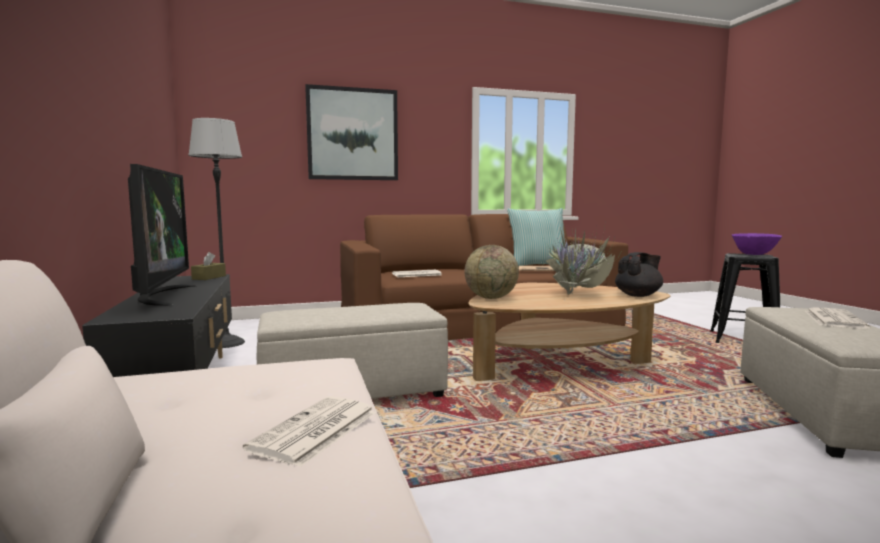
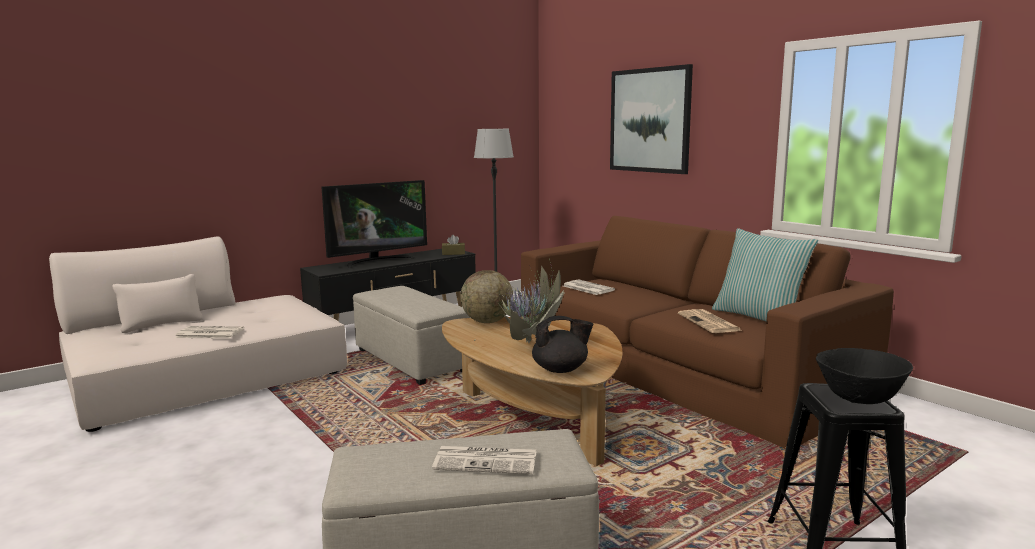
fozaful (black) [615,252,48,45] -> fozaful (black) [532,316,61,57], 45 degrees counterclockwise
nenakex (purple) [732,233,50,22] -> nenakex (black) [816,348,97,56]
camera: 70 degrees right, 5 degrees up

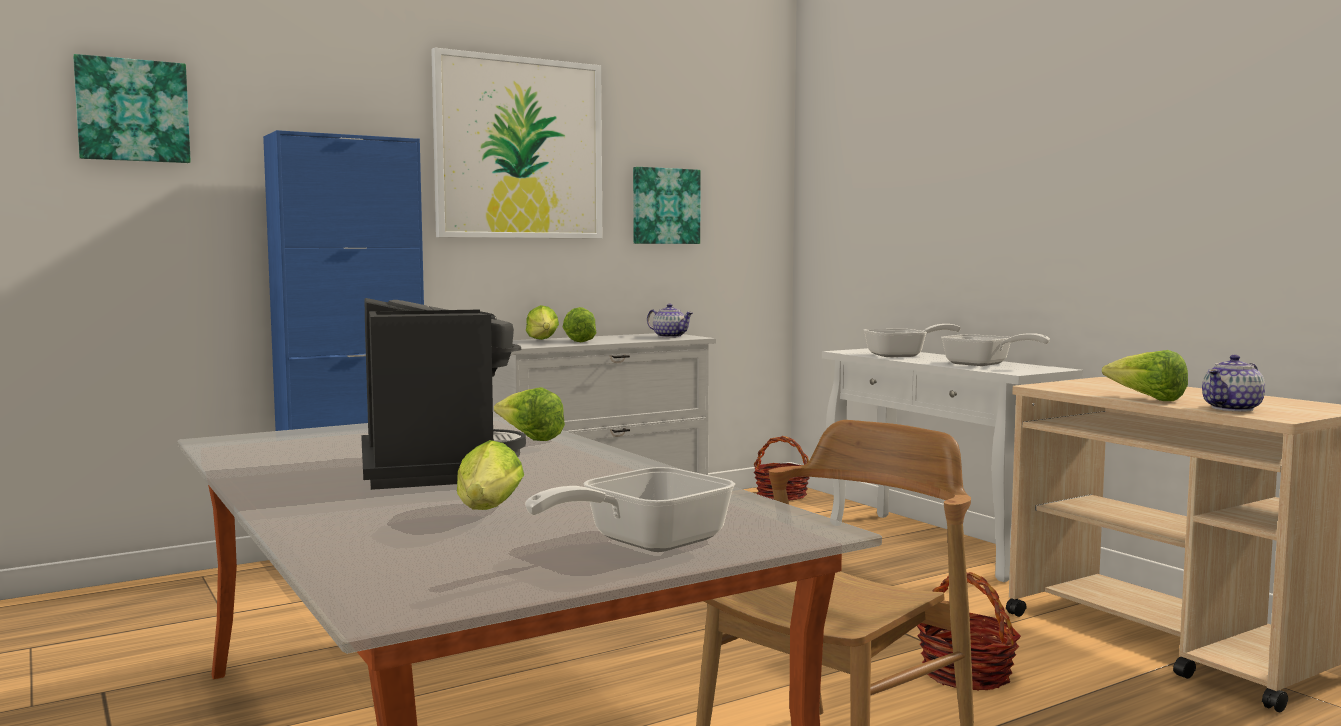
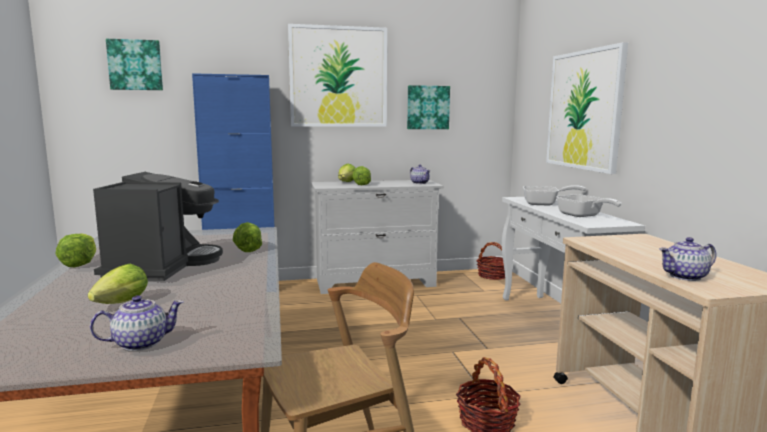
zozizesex [525,467,210,85] -> fozaful [90,295,94,56]
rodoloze [1102,350,86,51] -> rodoloze [55,233,41,34], relocated
none -> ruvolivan [546,42,82,132]
camera: 20 degrees right, 5 degrees up

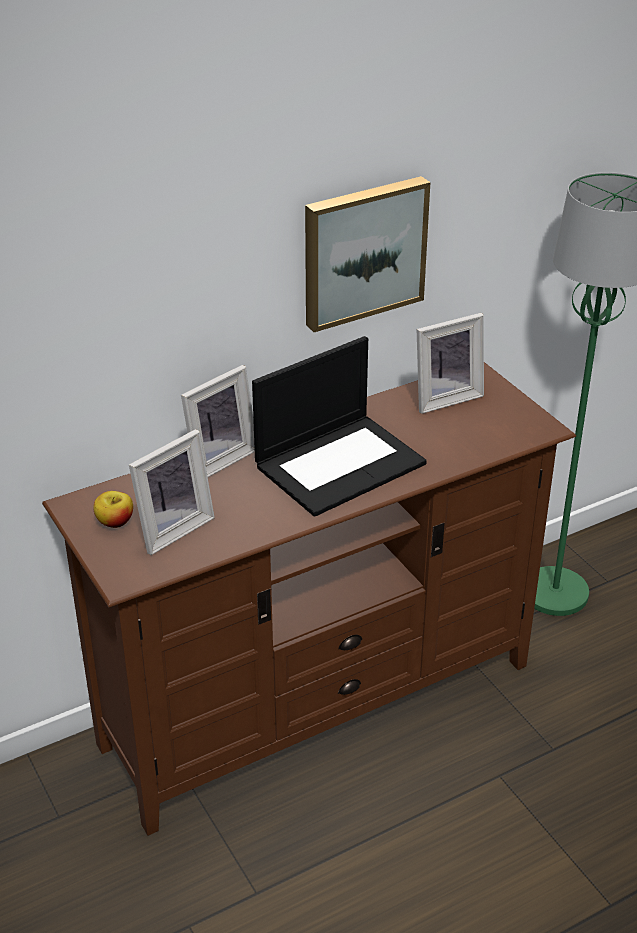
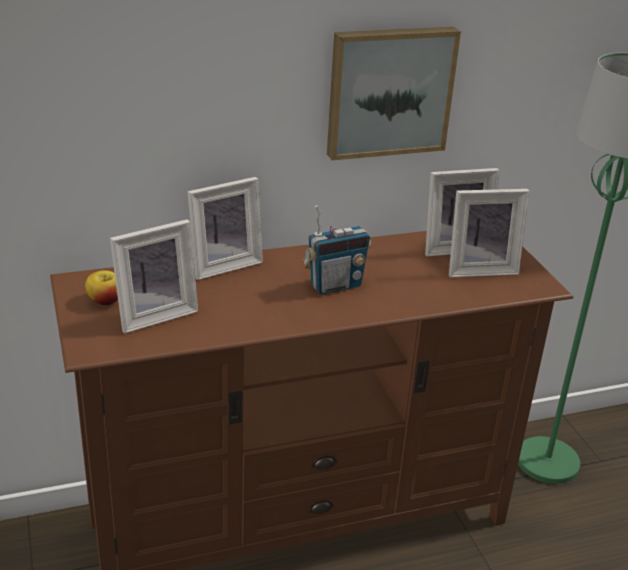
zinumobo [252,336,175,181] -> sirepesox [303,205,68,89]
none -> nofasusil [449,189,80,88]
camera: 10 degrees right, 5 degrees down

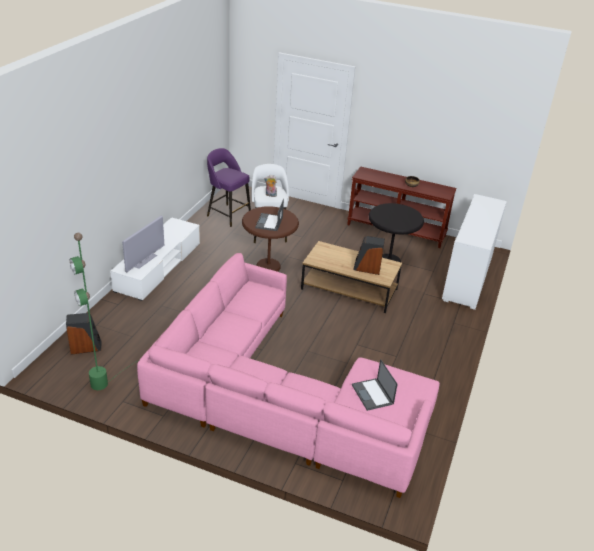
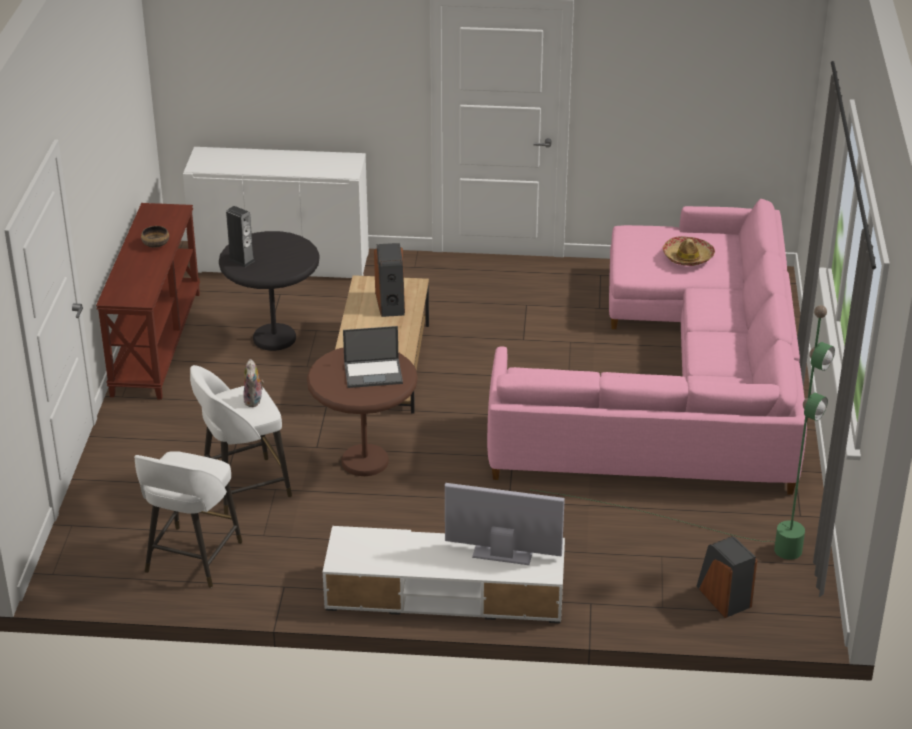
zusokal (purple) [207,148,44,79] -> zusokal (white) [134,451,108,137]
zinumobo [352,359,46,52] -> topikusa [663,236,52,30]
none -> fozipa [226,206,29,61]
camera: 105 degrees left, 0 degrees up

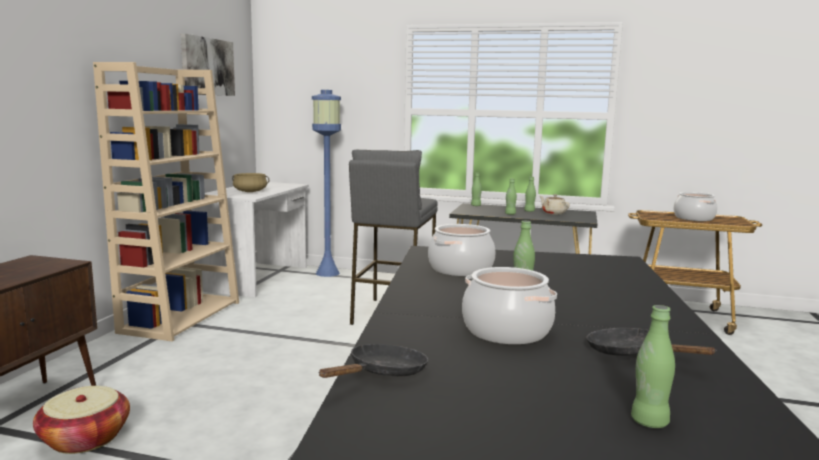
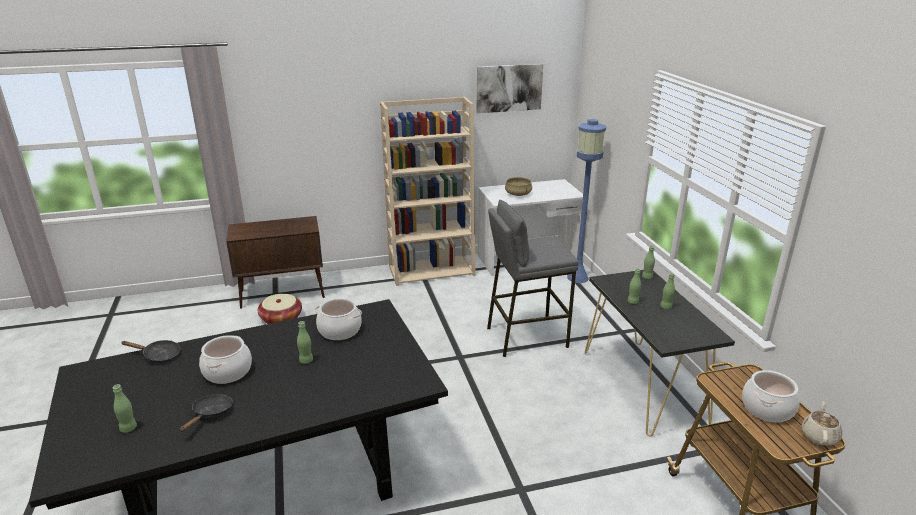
fozaful (beige) [540,194,30,20] -> fozaful (beige) [801,401,41,45], relocated
camera: 60 degrees right, 15 degrees up

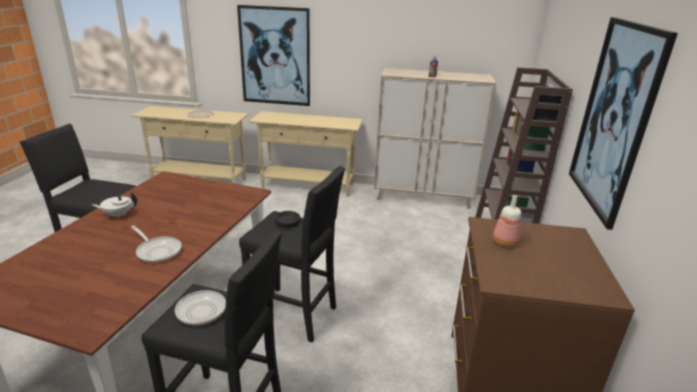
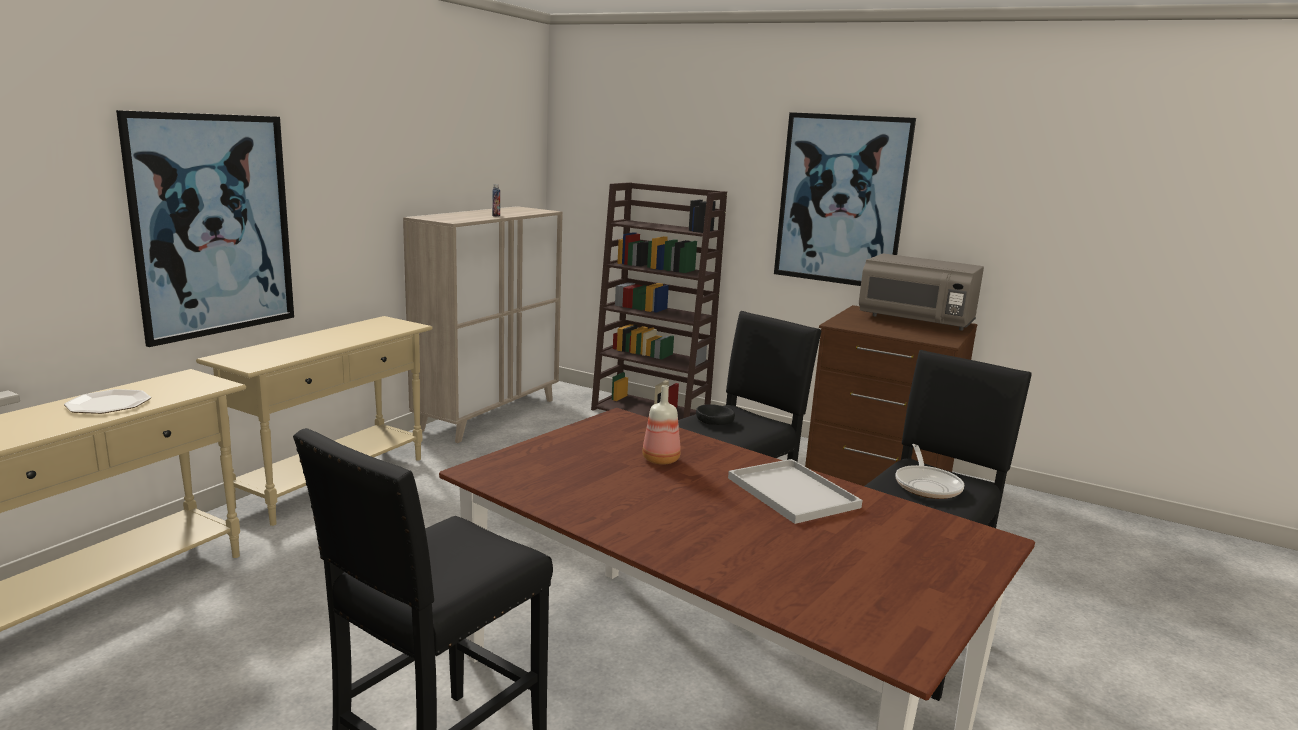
fozaful (white) [92,192,45,27] -> none
zozizesex [131,225,50,38] -> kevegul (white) [728,459,135,65]
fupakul [493,195,29,52] -> fupakul [642,385,39,80], relocated
none -> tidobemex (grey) [859,254,125,76]
camera: 70 degrees left, 10 degrees down

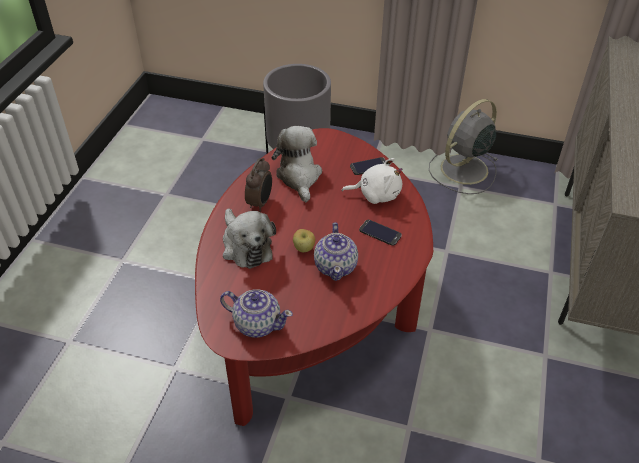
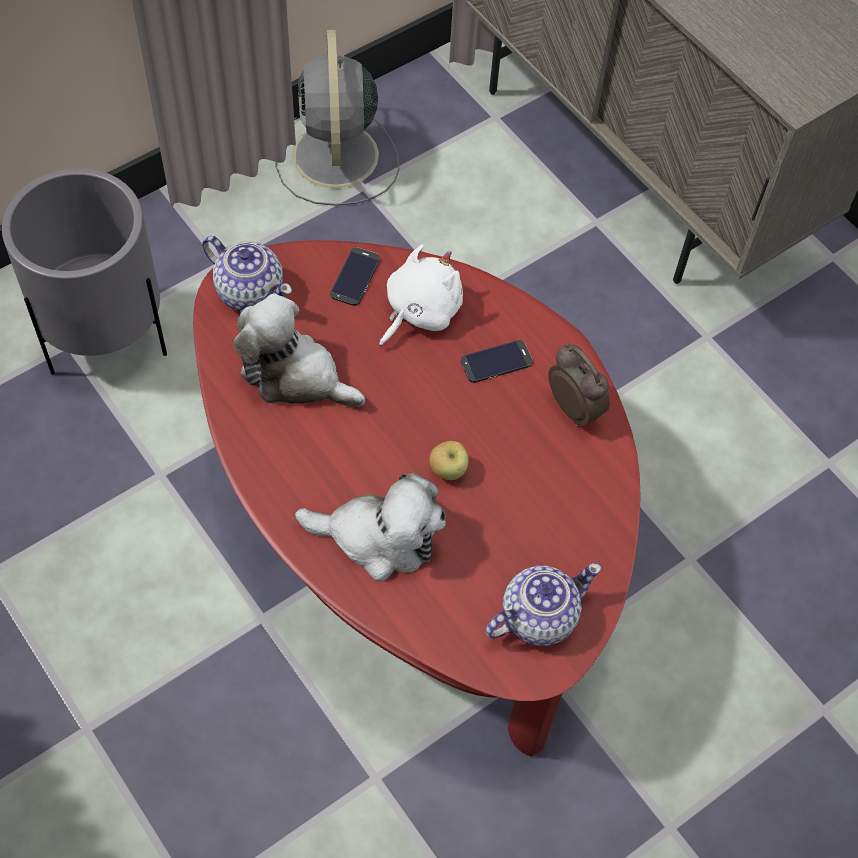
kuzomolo [245,158,27,54] -> kuzomolo [548,343,62,84], relocated
fozaful [314,222,44,59] -> fozaful [202,236,90,75], relocated
camera: 55 degrees left, 15 degrees up

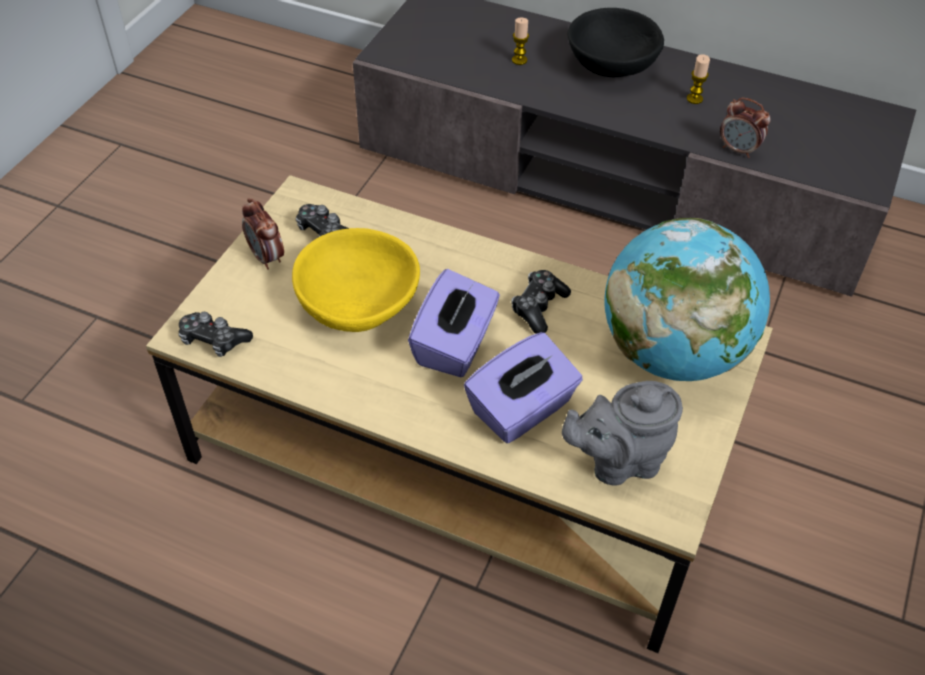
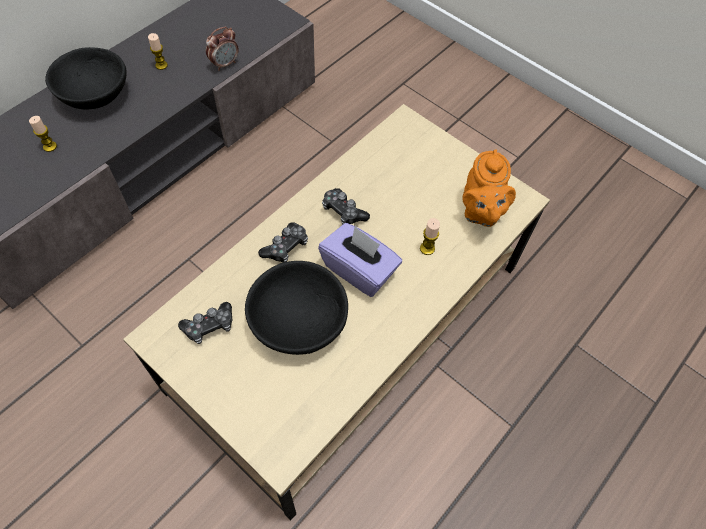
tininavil [178,312,75,45] -> tininavil [258,223,50,40], relocated
kuzomolo [242,198,42,72] -> none
nenakex (yellow) [292,228,128,104] -> nenakex (black) [245,261,103,94]
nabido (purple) [464,332,119,111] -> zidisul [420,218,20,37]
fozaful (grey) [562,381,121,105] -> fozaful (orange) [462,149,54,78]
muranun [604,218,166,163] -> none
camera: 75 degrees left, 10 degrees up

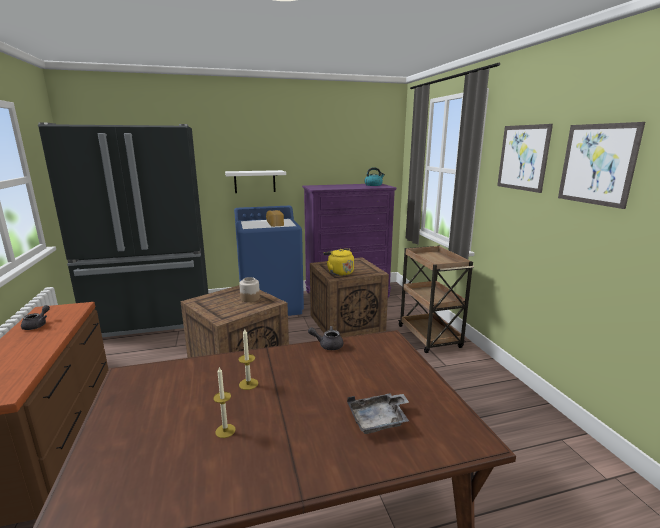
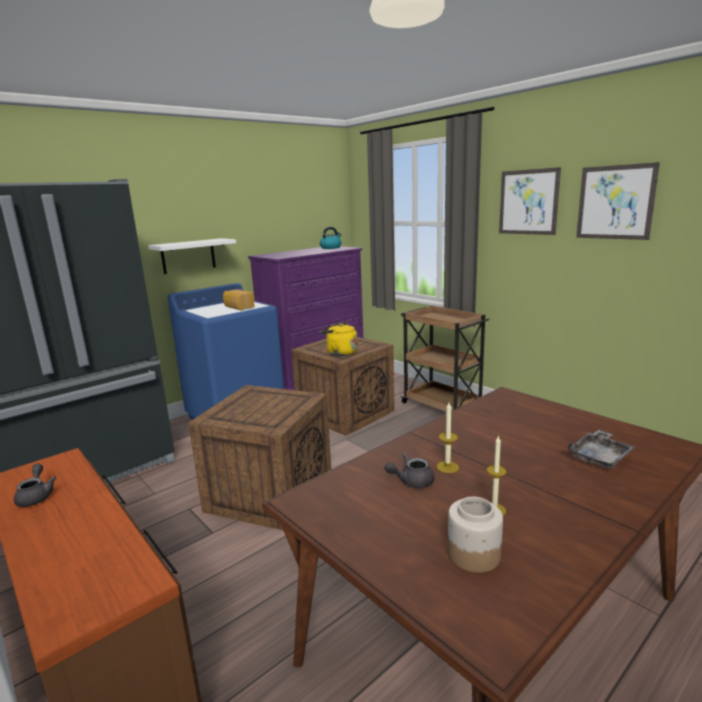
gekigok [239,277,21,25] -> gekigok [448,497,55,76], relocated
fozaful (grey) [308,326,35,24] -> fozaful (grey) [384,453,50,35], relocated
camera: 25 degrees left, 0 degrees up

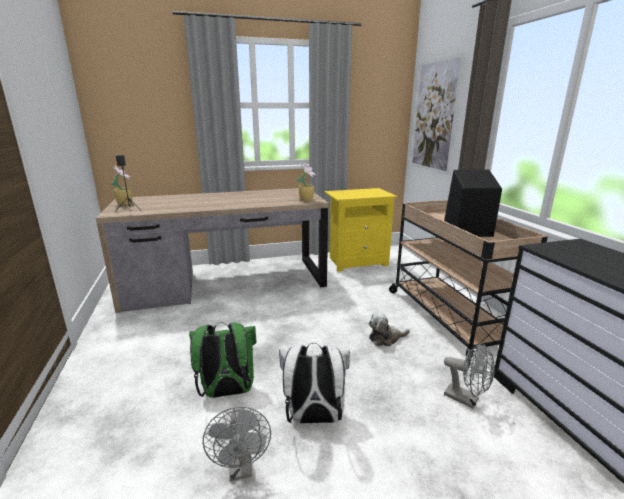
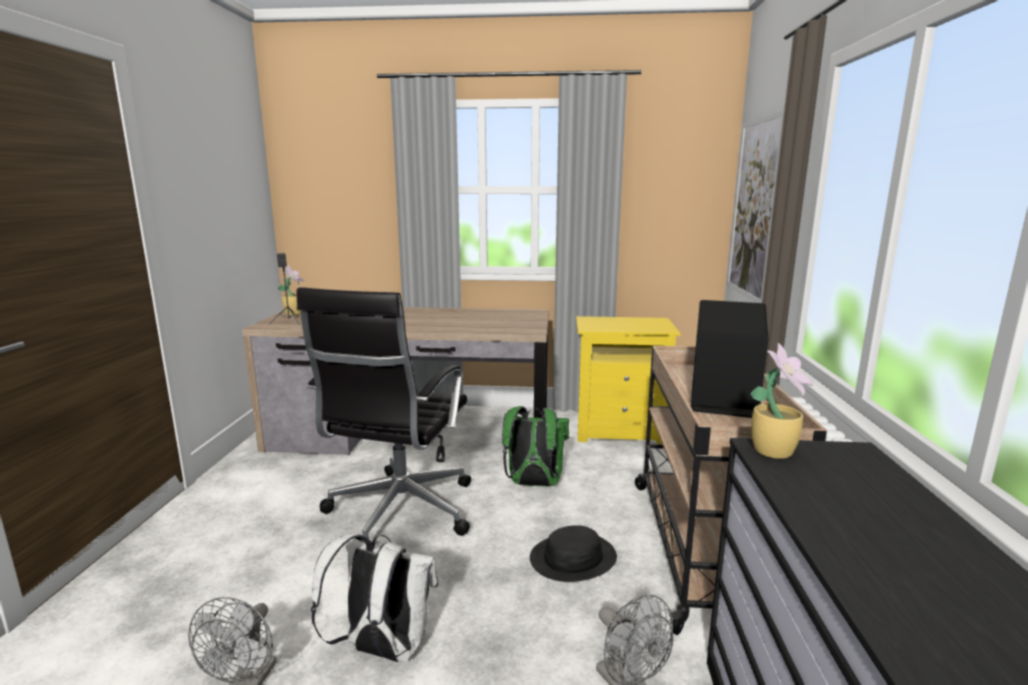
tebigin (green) [189,322,67,76] -> tebigin (green) [502,406,67,80], relocated
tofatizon [297,163,19,38] -> tofatizon [750,343,63,116], relocated
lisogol [369,312,41,34] -> topikusa (black) [530,525,87,57]
none -> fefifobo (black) [296,287,175,252]
camera: 20 degrees right, 5 degrees down

